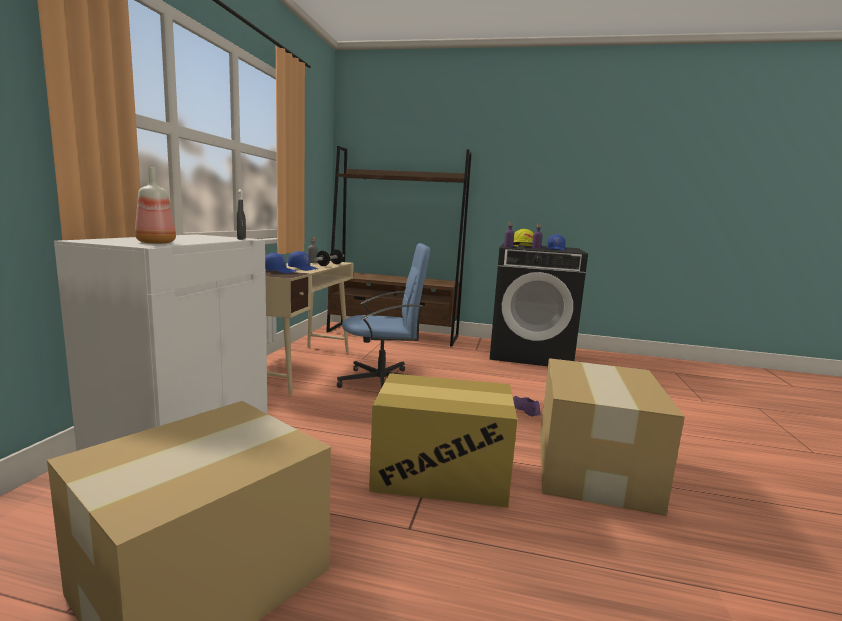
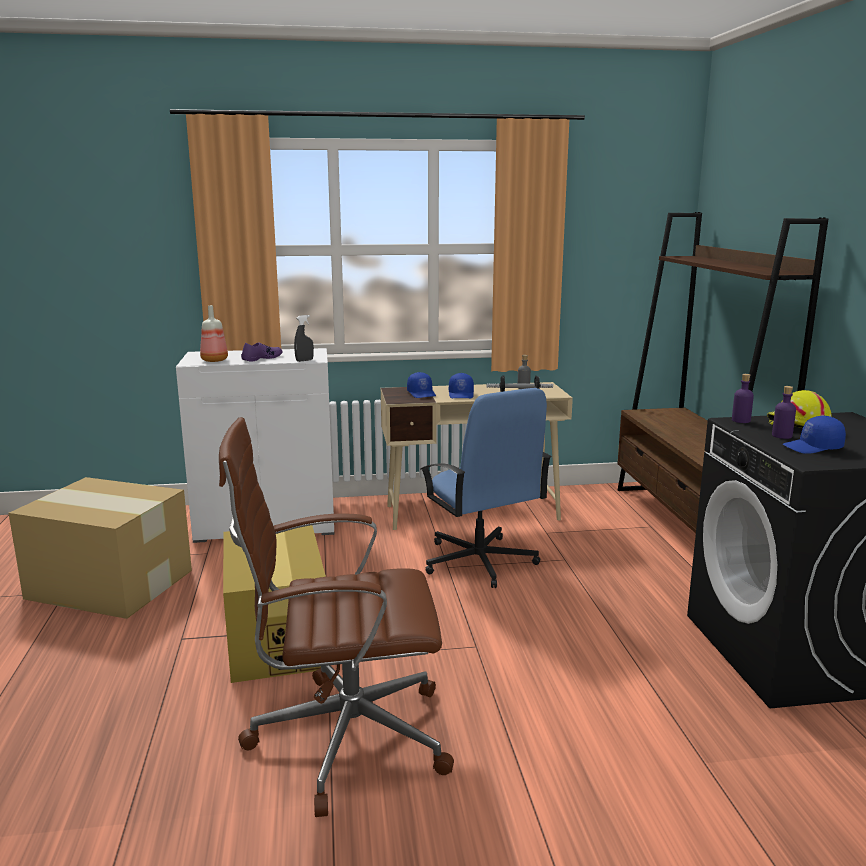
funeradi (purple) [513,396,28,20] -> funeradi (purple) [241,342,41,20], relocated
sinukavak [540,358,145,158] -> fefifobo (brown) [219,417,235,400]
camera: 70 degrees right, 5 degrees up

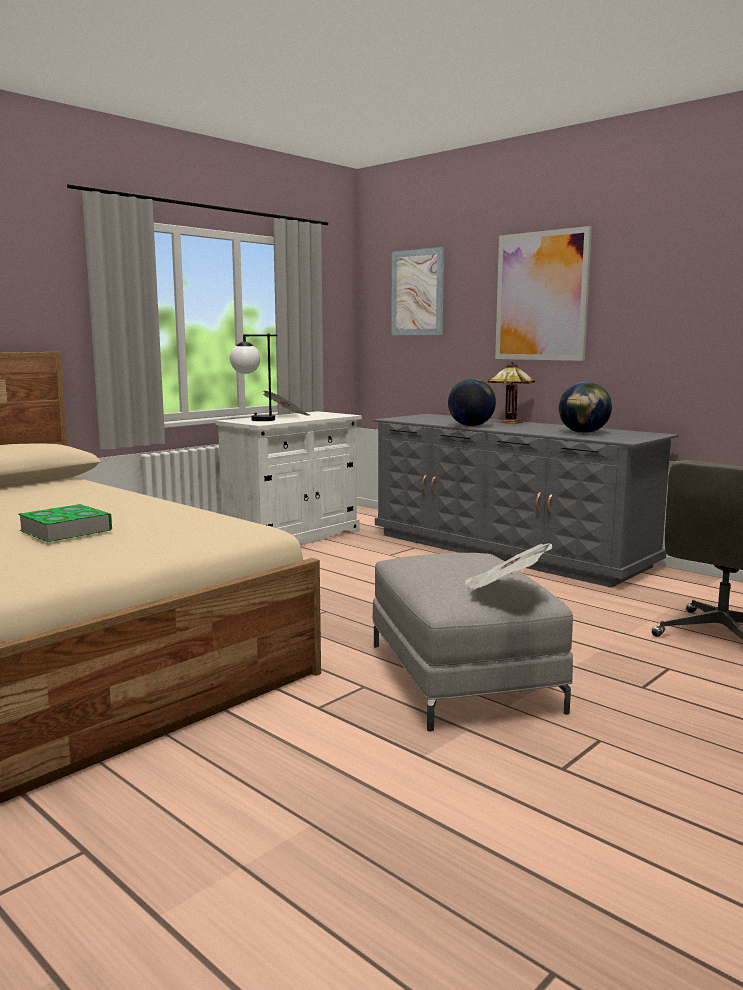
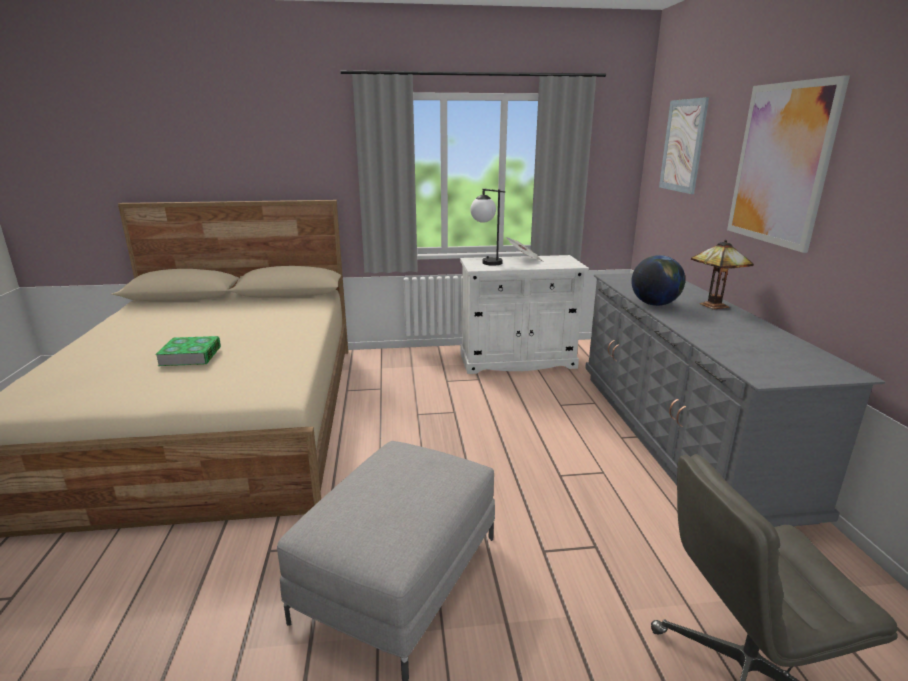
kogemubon [465,544,87,47] -> none
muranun [559,382,53,51] -> none
camera: 40 degrees right, 10 degrees up

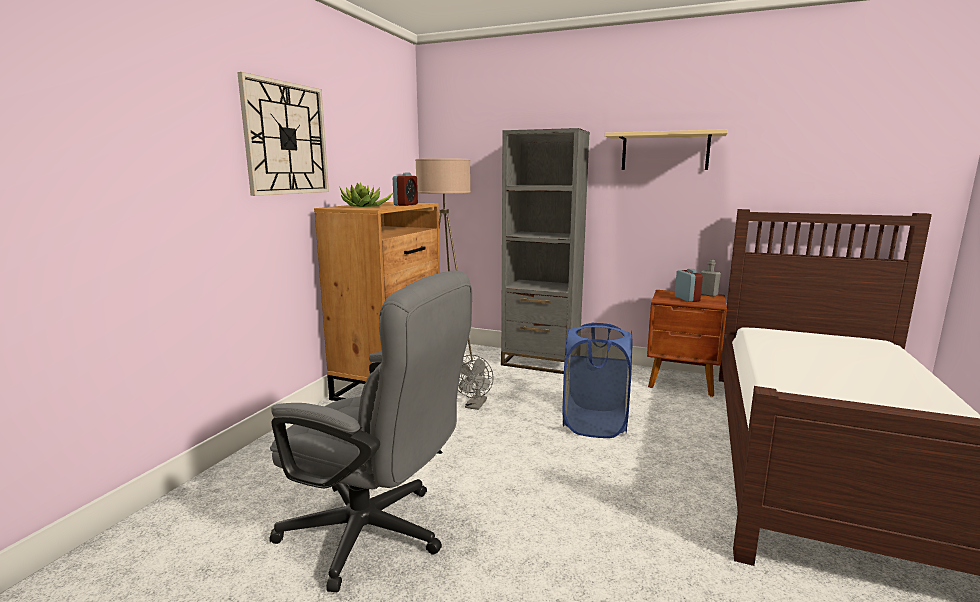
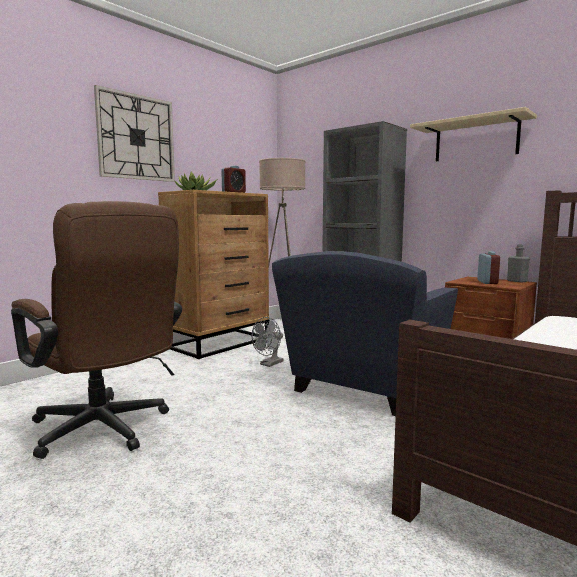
fefifobo (grey) [269,270,203,323] -> fefifobo (brown) [11,201,171,258]
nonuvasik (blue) [563,323,69,115] -> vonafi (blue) [272,251,186,165]
camera: 20 degrees right, 5 degrees down

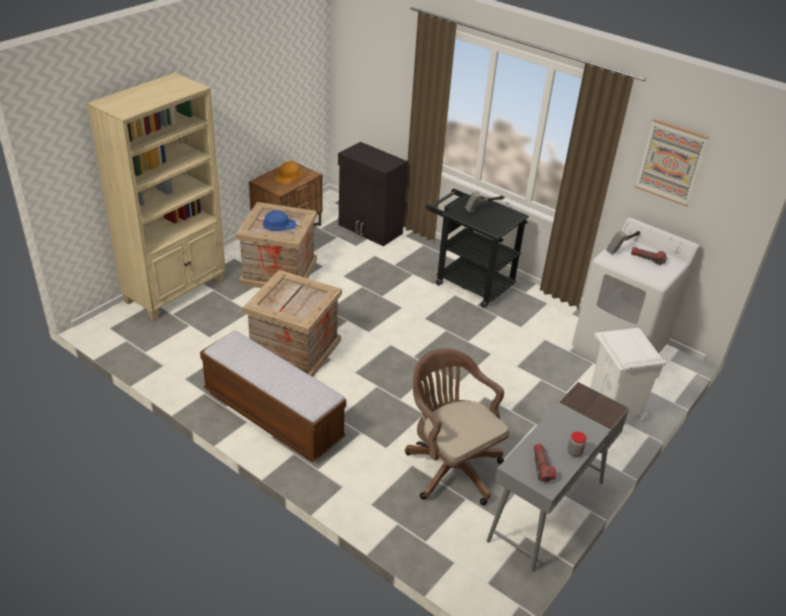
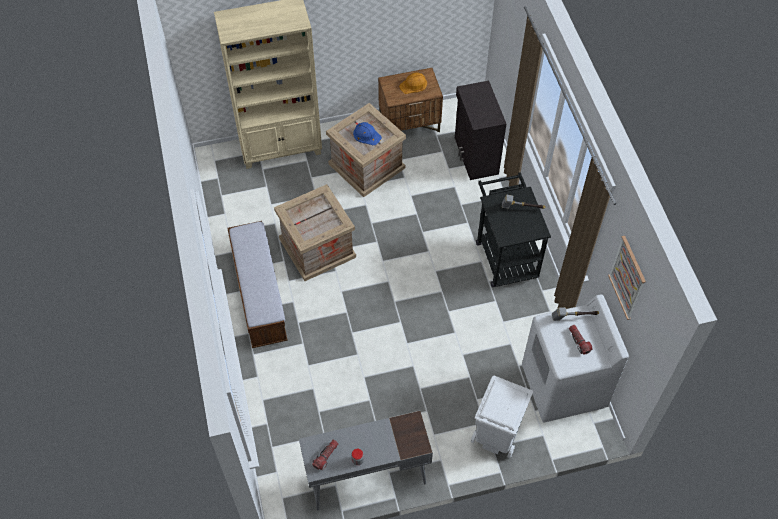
fefifobo (brown) [405,348,104,157] -> none
camera: 40 degrees right, 20 degrees up

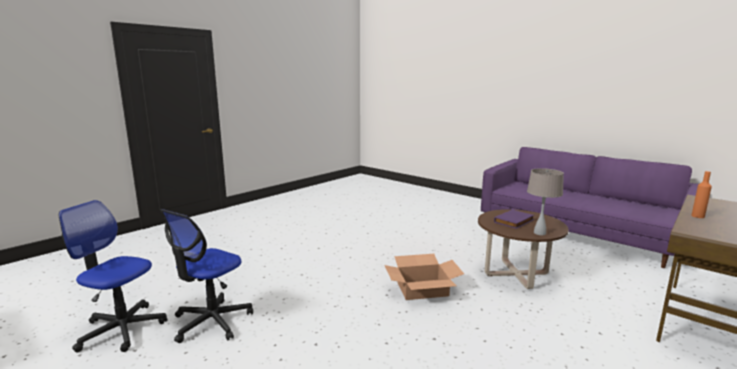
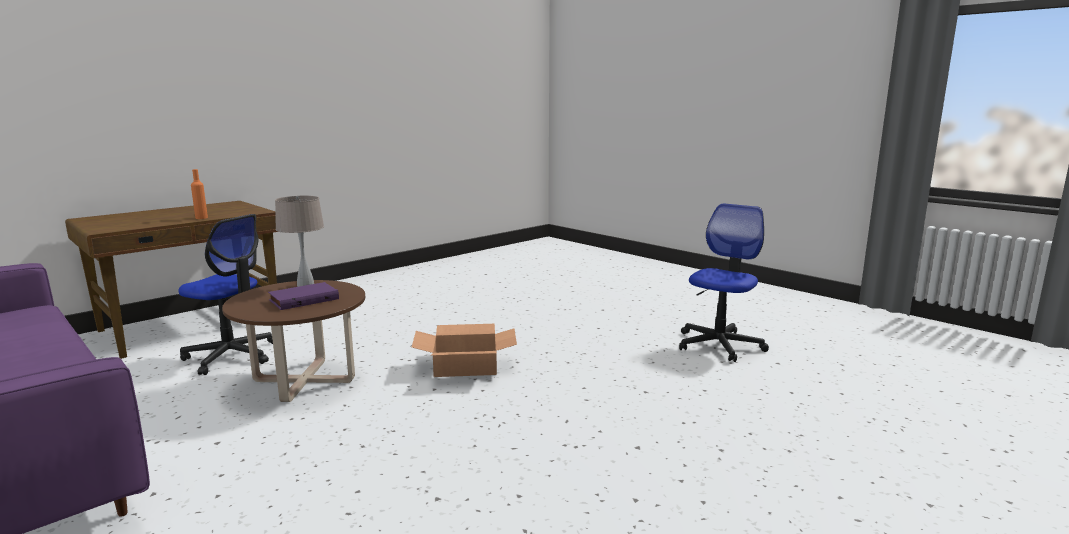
fefifobo [59,200,108,152] -> fefifobo [178,214,95,161], relocated
camera: 175 degrees left, 0 degrees up

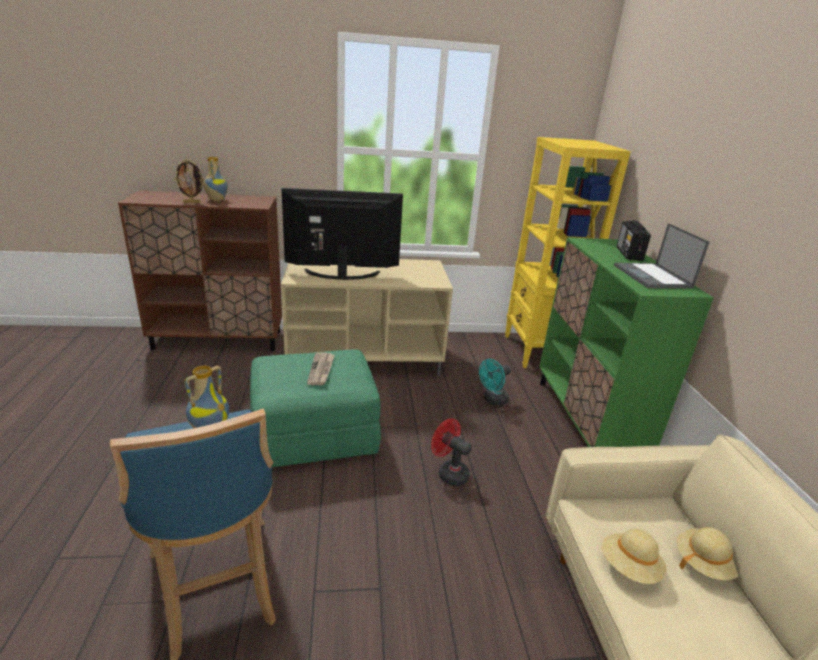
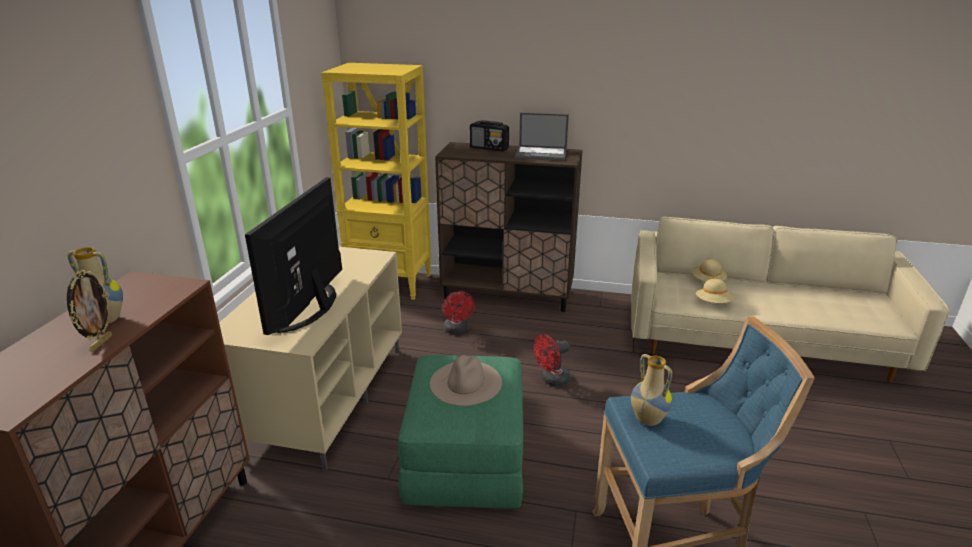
kogemubon [307,352,28,33] -> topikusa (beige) [430,355,72,51]
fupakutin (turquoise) [479,359,32,46] -> fupakutin (red) [442,291,33,43]
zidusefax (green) [539,237,175,210] -> zidusefax (brown) [435,142,148,170]
camera: 70 degrees left, 0 degrees up

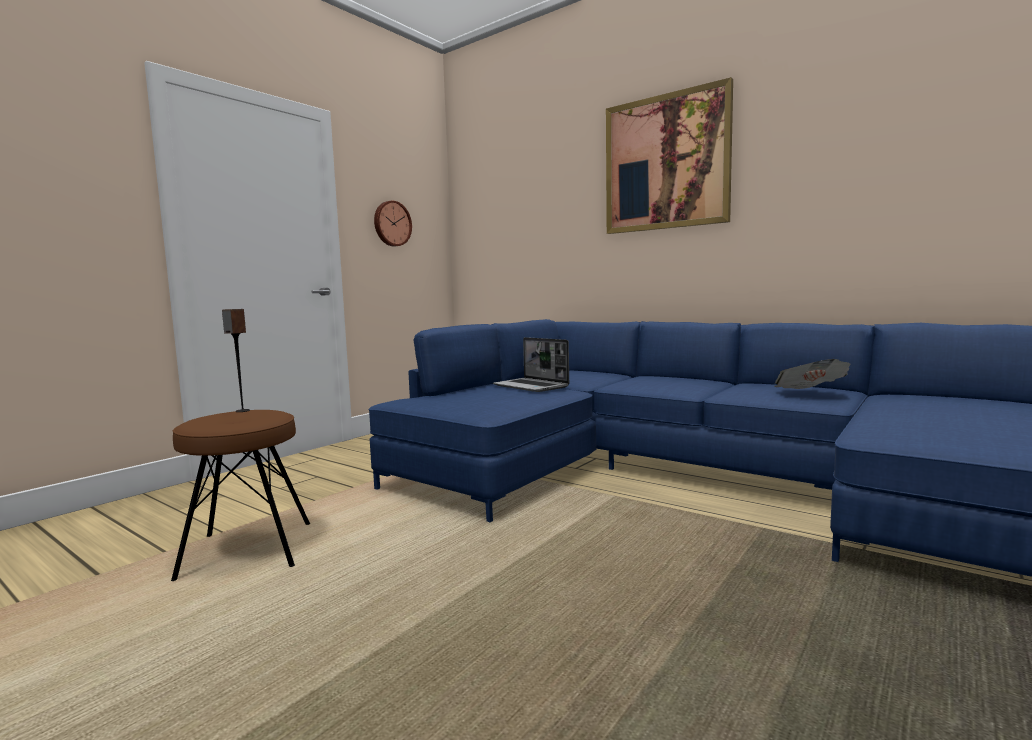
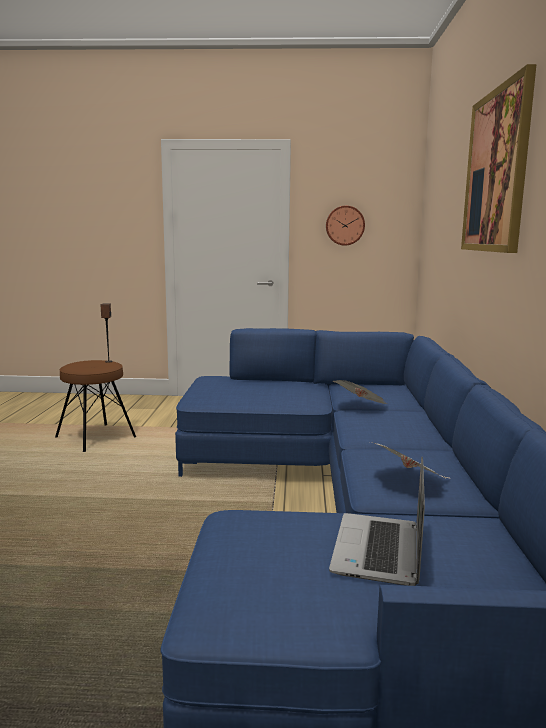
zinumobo [493,337,76,55] -> zinumobo [329,457,96,129], relocated
none -> kogemubon [333,380,55,24]
camera: 55 degrees right, 5 degrees up

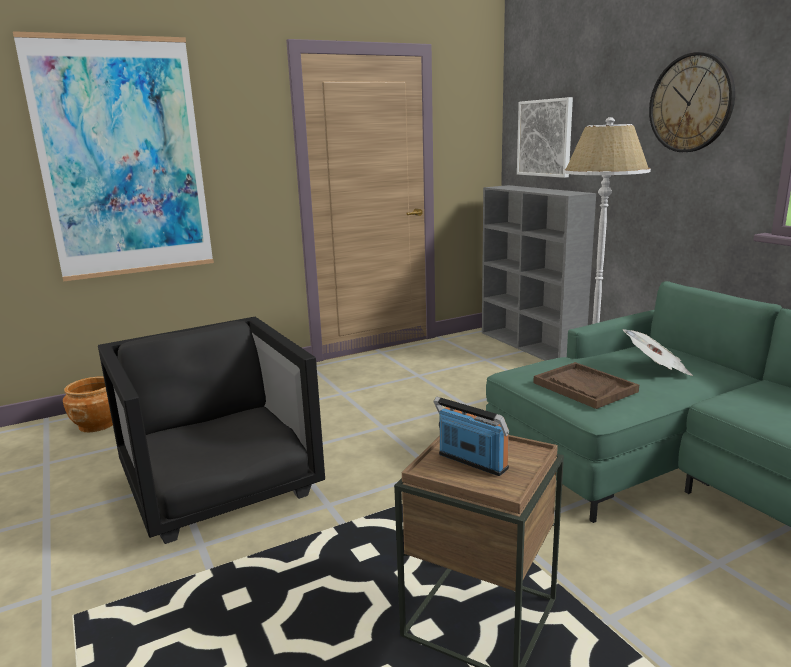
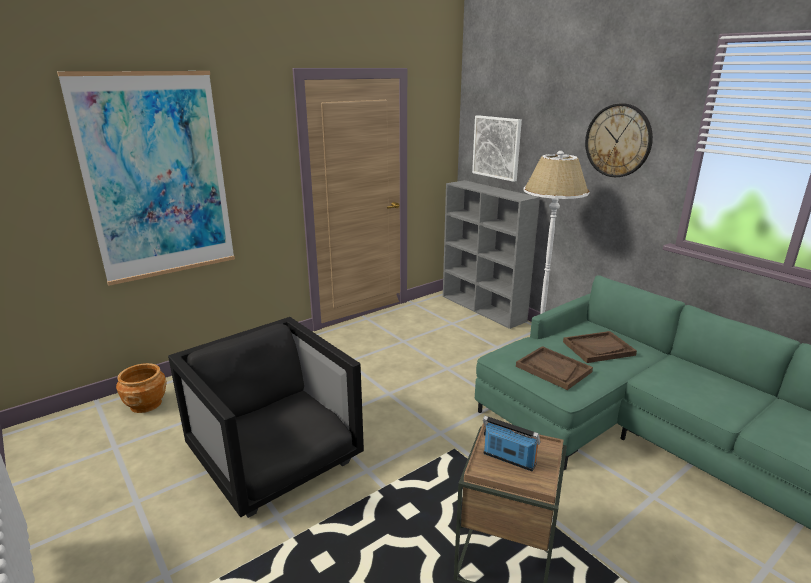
kogemubon [623,329,71,47] -> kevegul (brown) [563,331,74,32]
camera: 10 degrees left, 5 degrees up

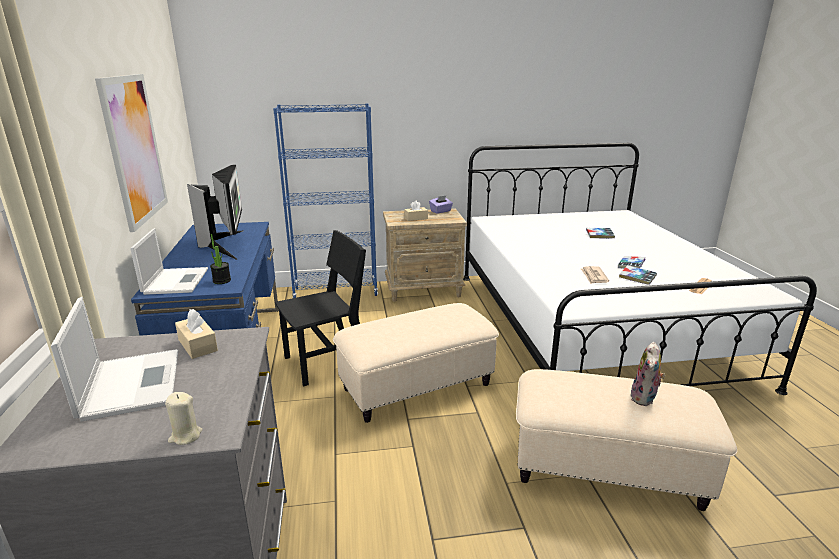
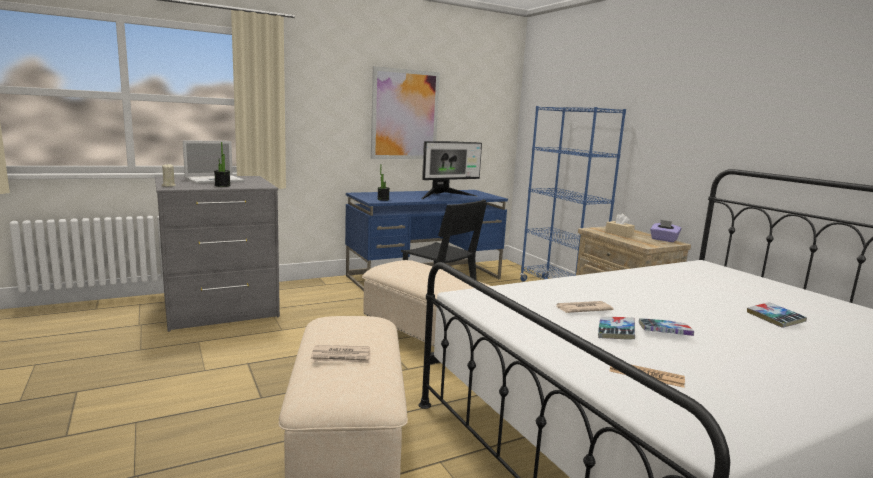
zinumobo [130,228,78,67] -> none
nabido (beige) [175,309,43,50] -> none
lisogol [631,342,34,64] -> kogemubon [311,345,59,18]
none -> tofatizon [214,142,17,45]
camera: 70 degrees right, 10 degrees down

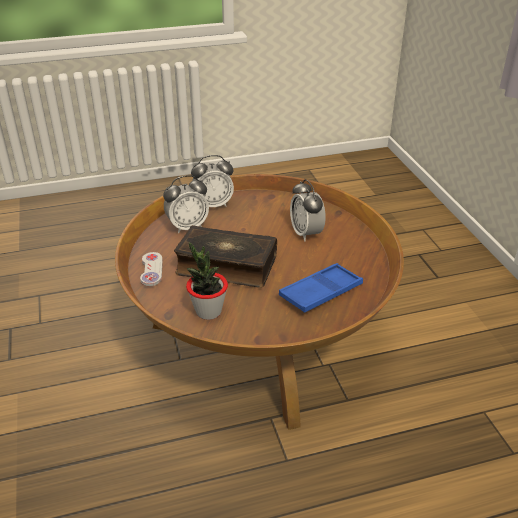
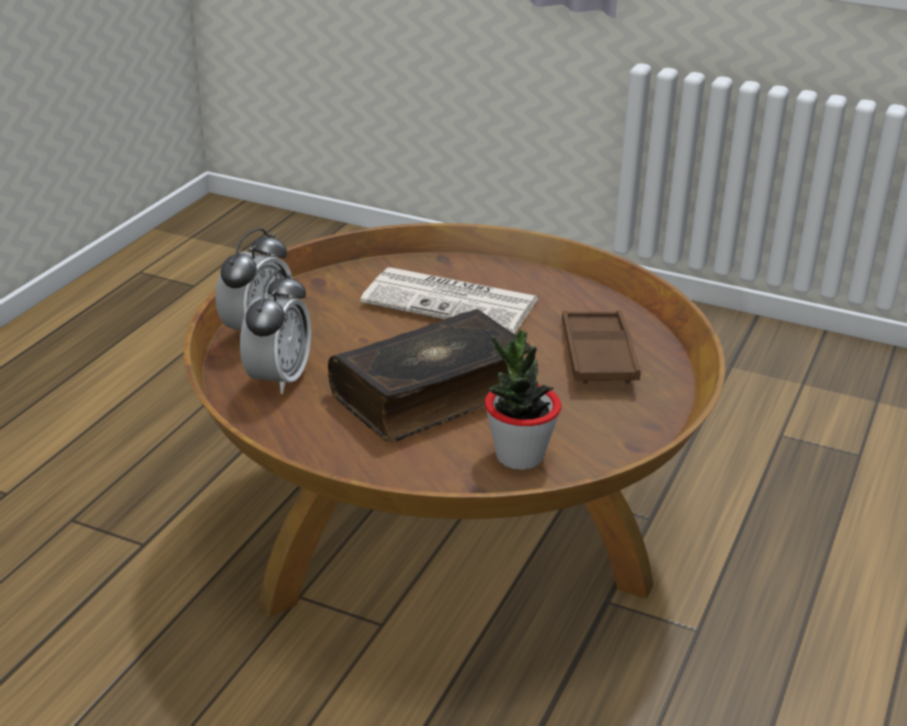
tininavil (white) [140,252,23,34] -> none
kevegul (blue) [279,263,84,49] -> kevegul (brown) [562,310,79,74]
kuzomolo [290,179,36,63] -> kogemubon [360,267,179,67]
camera: 50 degrees left, 5 degrees down

